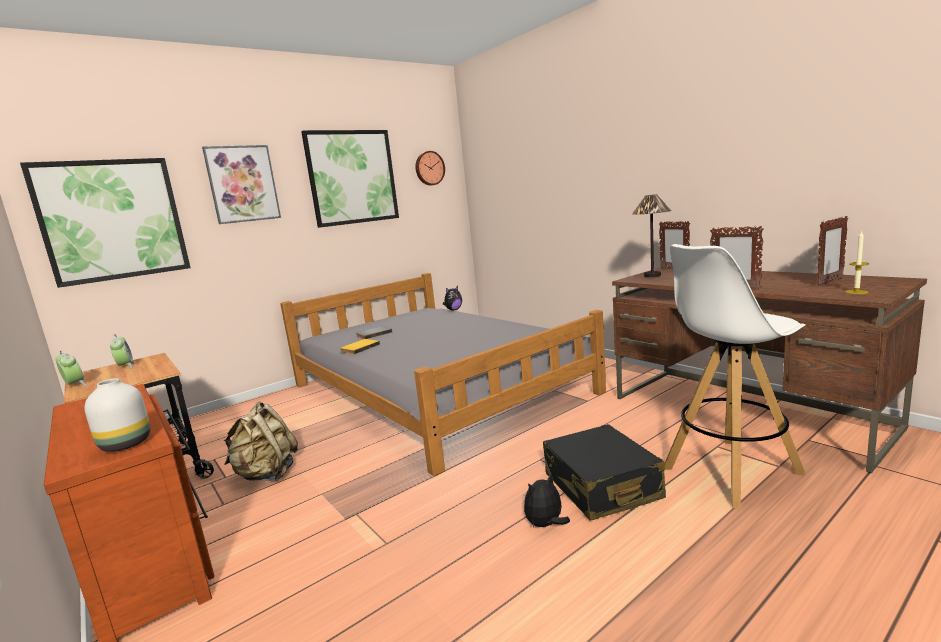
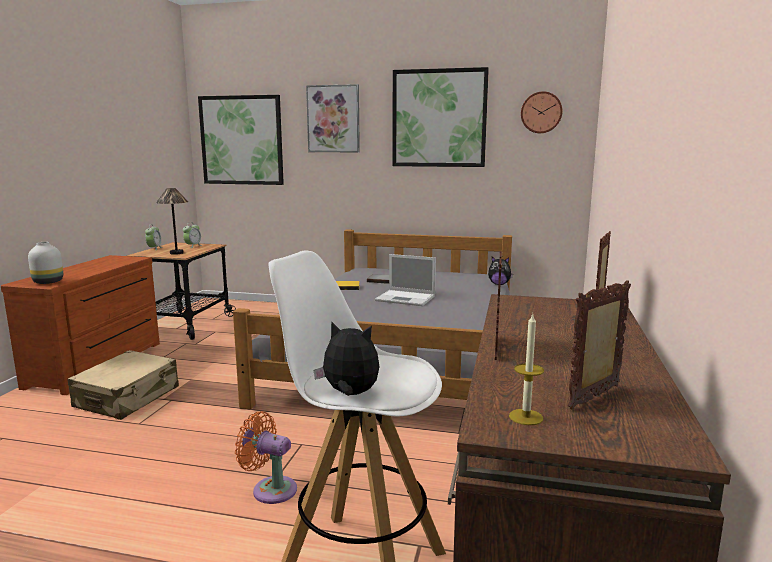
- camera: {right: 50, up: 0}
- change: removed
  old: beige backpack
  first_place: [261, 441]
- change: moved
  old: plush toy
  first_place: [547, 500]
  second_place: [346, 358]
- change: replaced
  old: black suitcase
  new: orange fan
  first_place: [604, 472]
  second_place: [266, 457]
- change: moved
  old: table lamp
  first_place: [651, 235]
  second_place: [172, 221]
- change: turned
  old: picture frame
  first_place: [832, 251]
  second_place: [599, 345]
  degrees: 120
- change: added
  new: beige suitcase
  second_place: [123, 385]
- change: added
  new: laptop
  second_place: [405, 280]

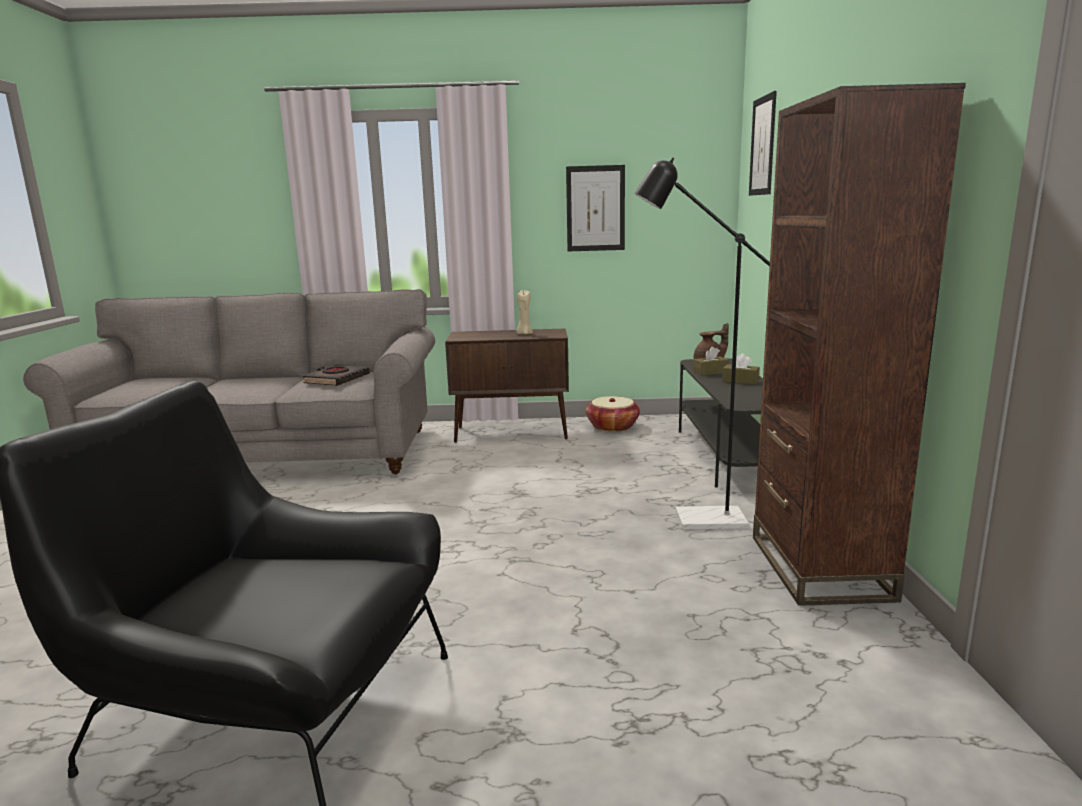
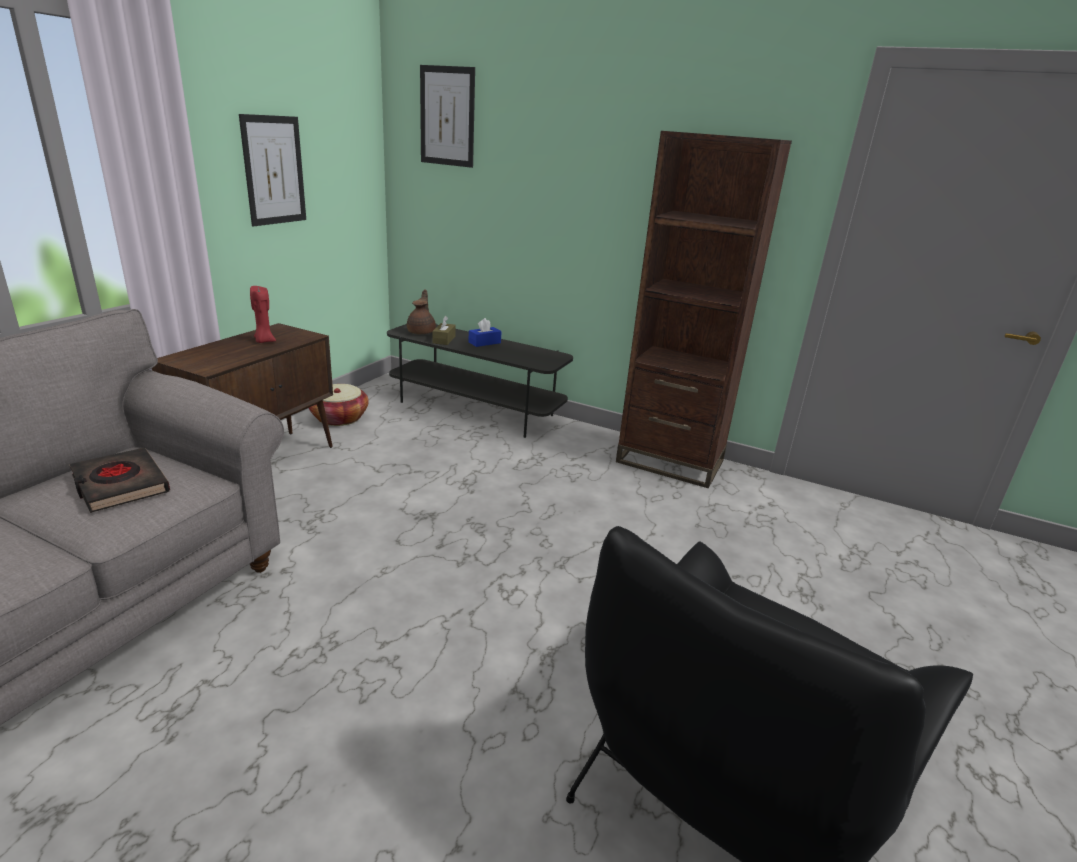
- camera: {right: -65, up: 10}
- change: recoloured
  old: beige candle
  new: red candle
  first_place: [524, 312]
  second_place: [263, 314]
- change: removed
  old: black floor lamp
  first_place: [702, 343]
- change: recoloured
  old: brown tissue box
  new: blue tissue box
  first_place: [741, 369]
  second_place: [485, 332]

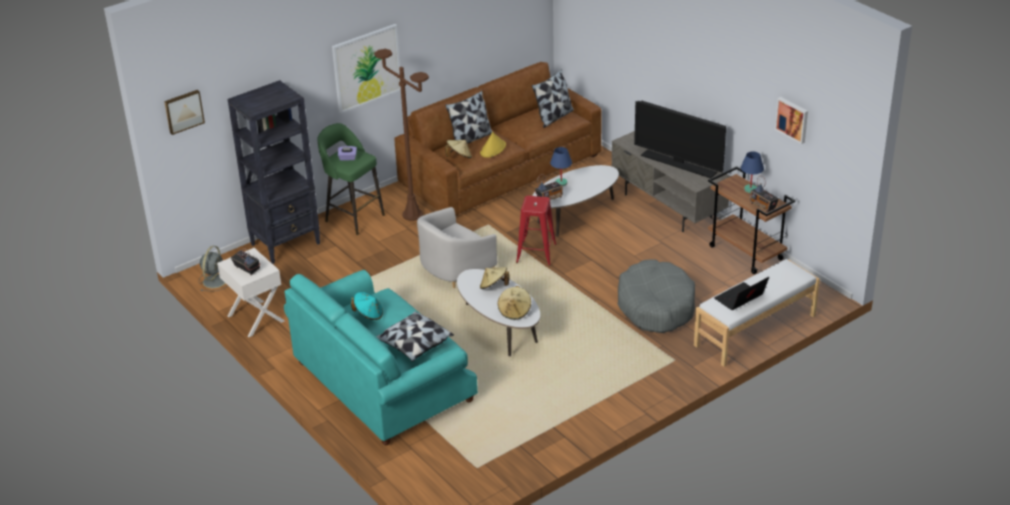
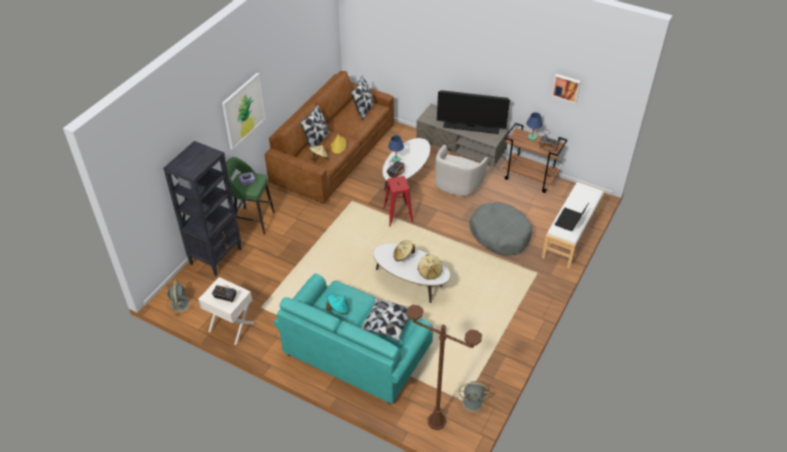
- camera: {right: -25, up: 10}
- change: removed
  old: picture
  first_place: [184, 112]
- change: moved
  old: brown floor lamp
  first_place: [401, 135]
  second_place: [444, 367]
- change: moved
  old: white armchair
  first_place: [457, 247]
  second_place: [461, 172]
- change: added
  new: grey fan
  second_place: [473, 398]

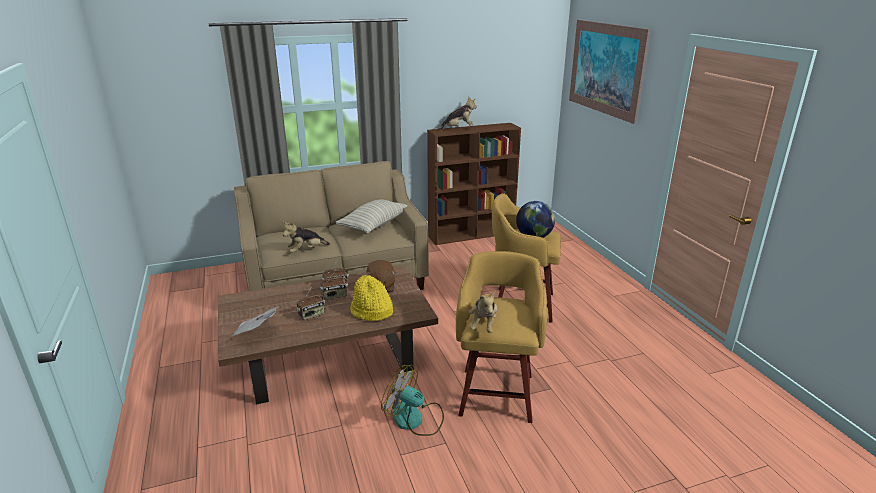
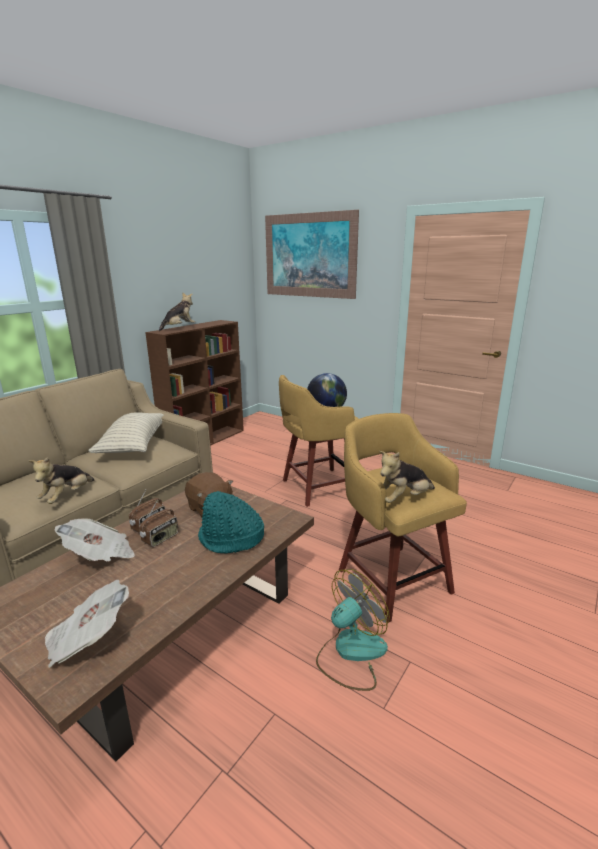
- camera: {right: -35, up: -5}
- change: removed
  old: radio
  first_place: [310, 303]
- change: recoloured
  old: yellow hat
  new: turquoise hat
  first_place: [371, 298]
  second_place: [231, 522]
- change: turned
  old: fan
  first_place: [412, 400]
  second_place: [353, 630]
  degrees: 150
- change: turned
  old: plush toy
  first_place: [482, 312]
  second_place: [407, 477]
  degrees: 90
- change: added
  new: newspaper
  second_place: [95, 540]

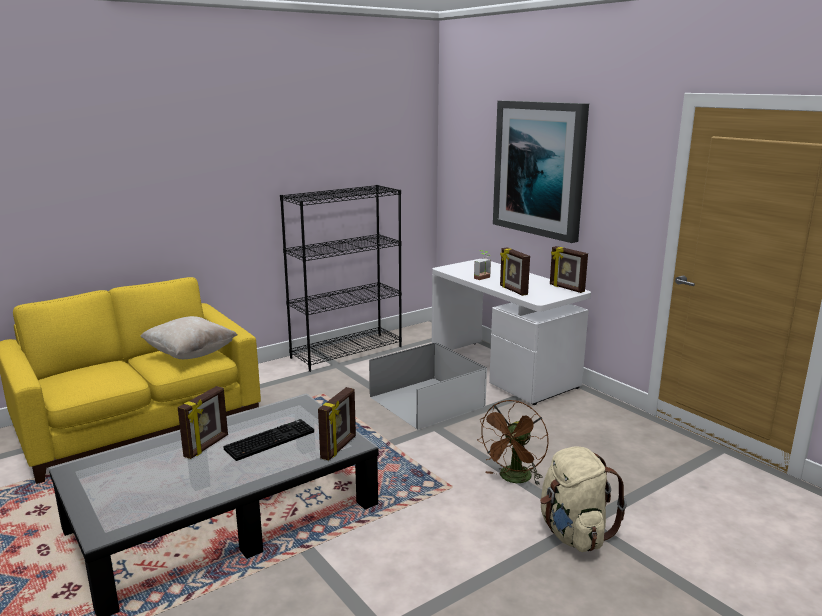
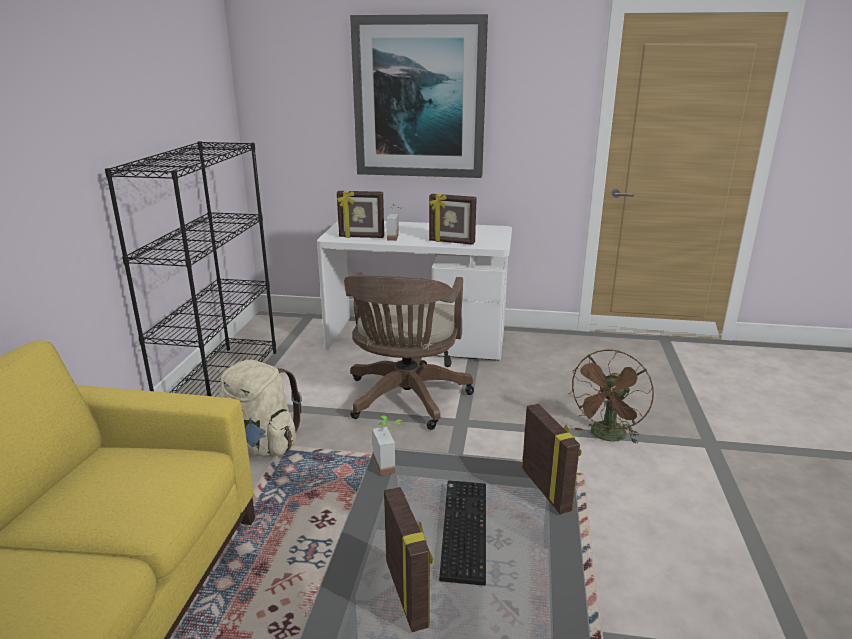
- camera: {right: -45, up: 5}
- change: removed
  old: beige pillow
  first_place: [188, 337]
- change: replaced
  old: white storage box
  new: brown office chair
  first_place: [428, 386]
  second_place: [409, 350]
- change: turned
  old: brown fan
  first_place: [513, 442]
  second_place: [611, 396]
  degrees: 45
- change: moved
  old: beige backpack
  first_place: [583, 499]
  second_place: [260, 408]
- change: moved
  old: picture frame
  first_place: [569, 269]
  second_place: [360, 214]
- change: added
  new: potted plant
  second_place: [387, 446]

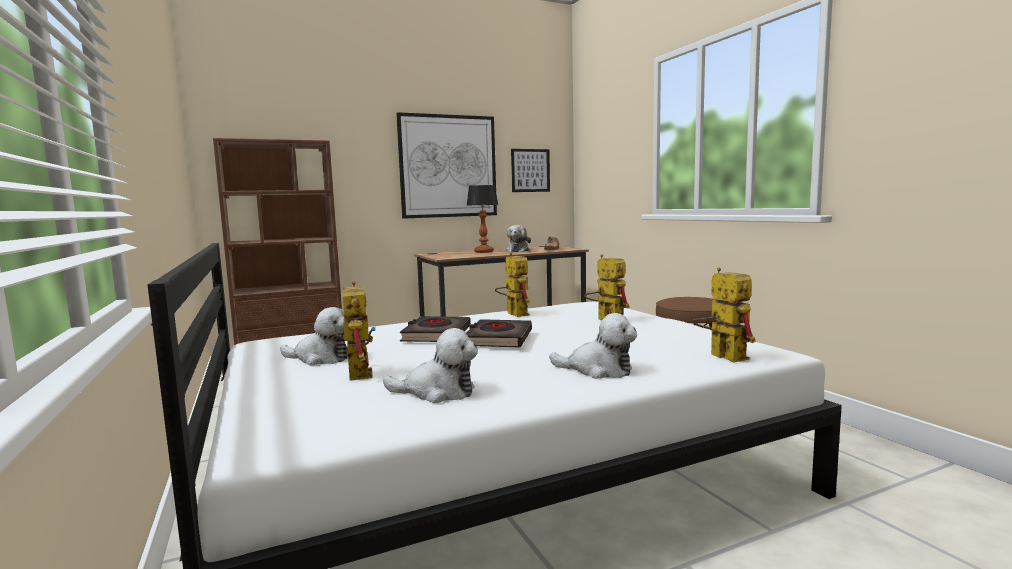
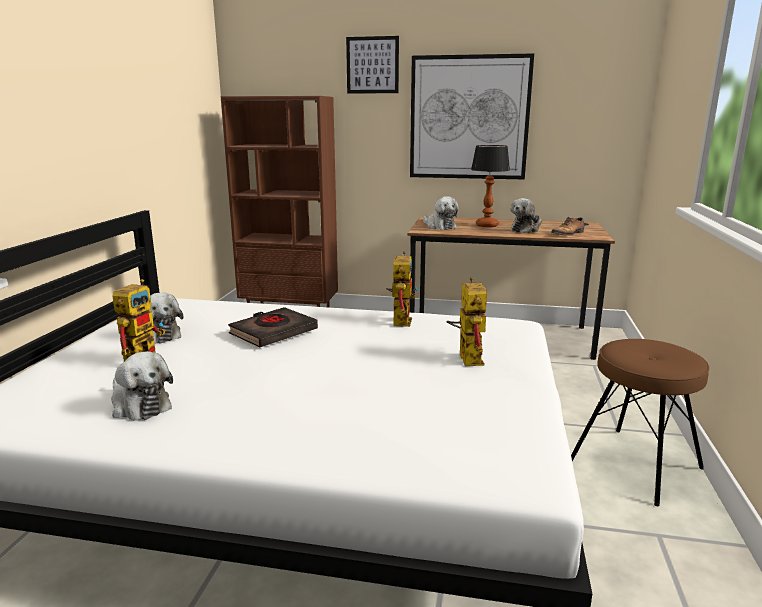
- camera: {right: 35, up: 10}
- change: removed
  old: black book
  first_place: [499, 333]
- change: moved
  old: picture
  first_place: [530, 170]
  second_place: [372, 65]
- change: moved
  old: plush toy
  first_place: [593, 346]
  second_place: [441, 213]
- change: removed
  old: toy robot
  first_place: [724, 314]

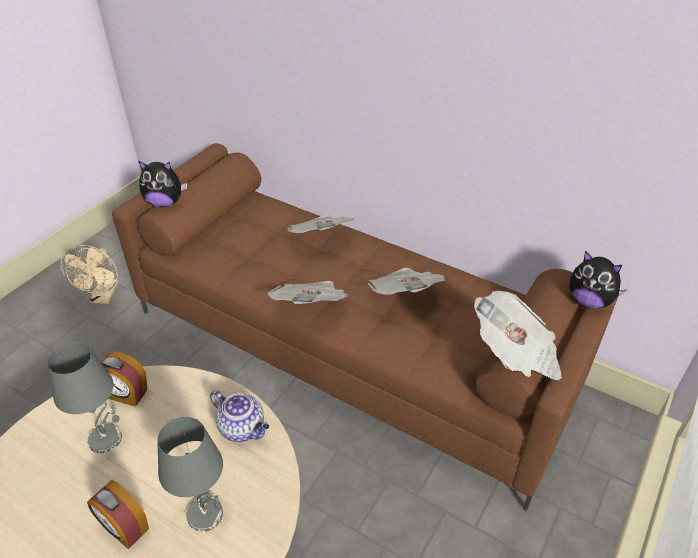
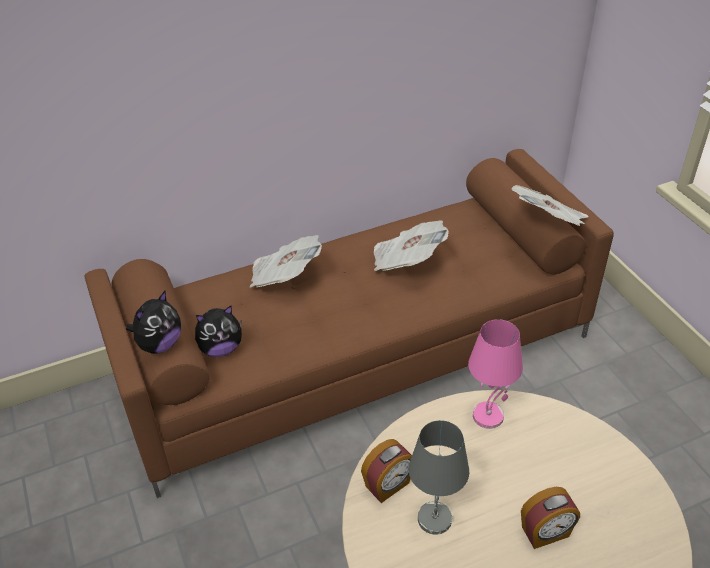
- camera: {right: -55, up: 0}
- change: removed
  old: beige fan
  first_place: [90, 274]
- change: removed
  old: grey table lamp
  first_place: [190, 474]
- change: replaced
  old: teapot
  new: pink table lamp
  first_place: [239, 416]
  second_place: [495, 374]
- change: removed
  old: newspaper
  first_place: [308, 292]
- change: moved
  old: plush toy
  first_place: [598, 280]
  second_place: [218, 331]

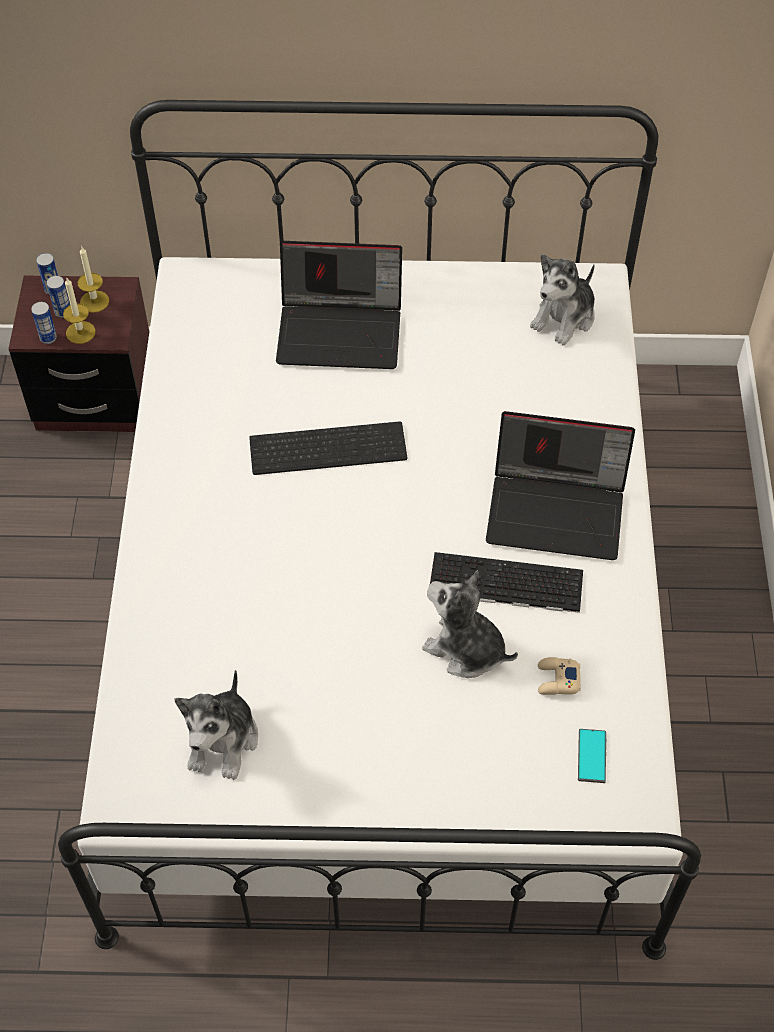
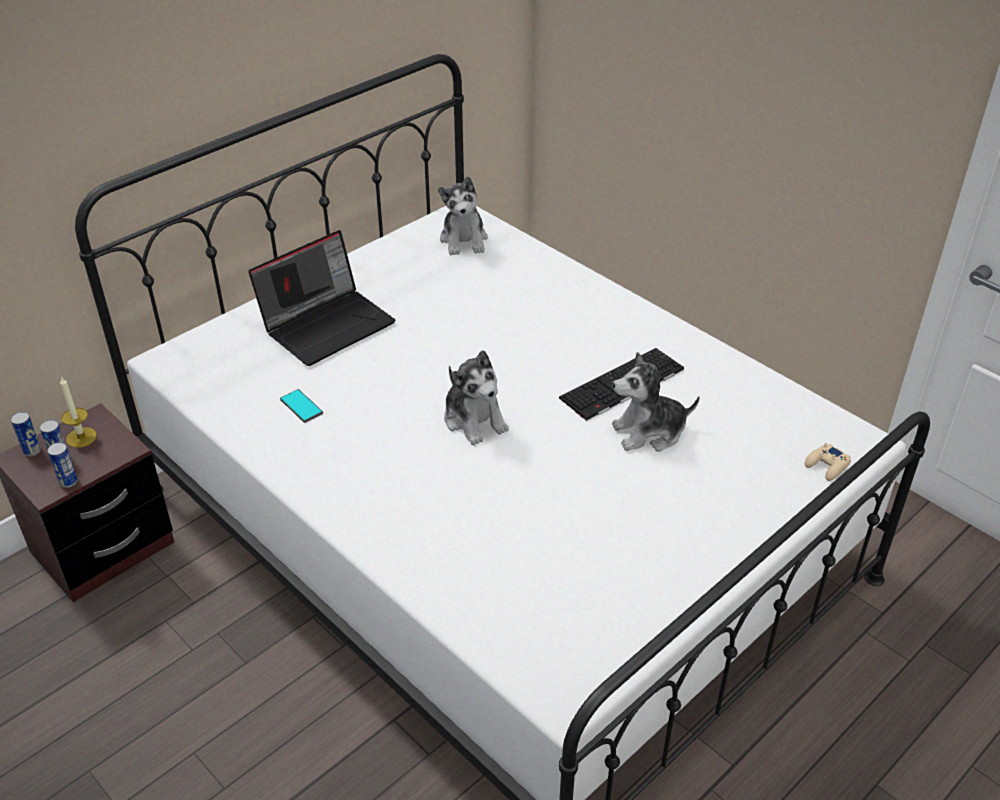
- camera: {right: -45, up: -15}
- change: removed
  old: candle
  first_place: [79, 311]
- change: moved
  old: plush toy
  first_place: [216, 725]
  second_place: [476, 397]
- change: removed
  old: keyboard
  first_place: [328, 448]
- change: removed
  old: laptop
  first_place: [560, 485]
- change: moved
  old: beige game controller
  first_place: [559, 676]
  second_place: [828, 462]
- change: moved
  old: phone
  first_place: [592, 756]
  second_place: [301, 406]

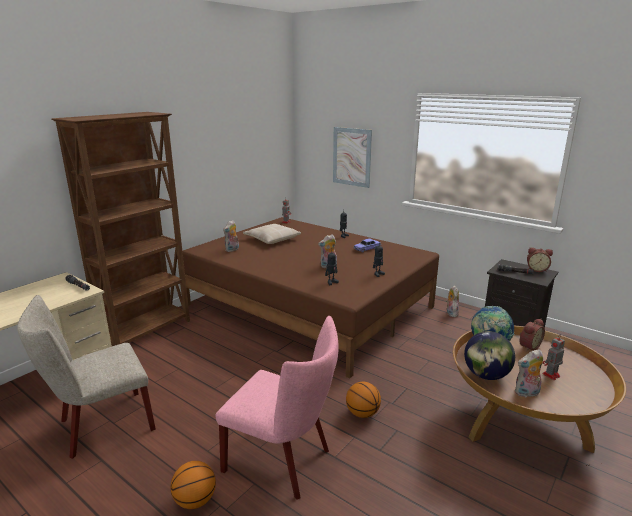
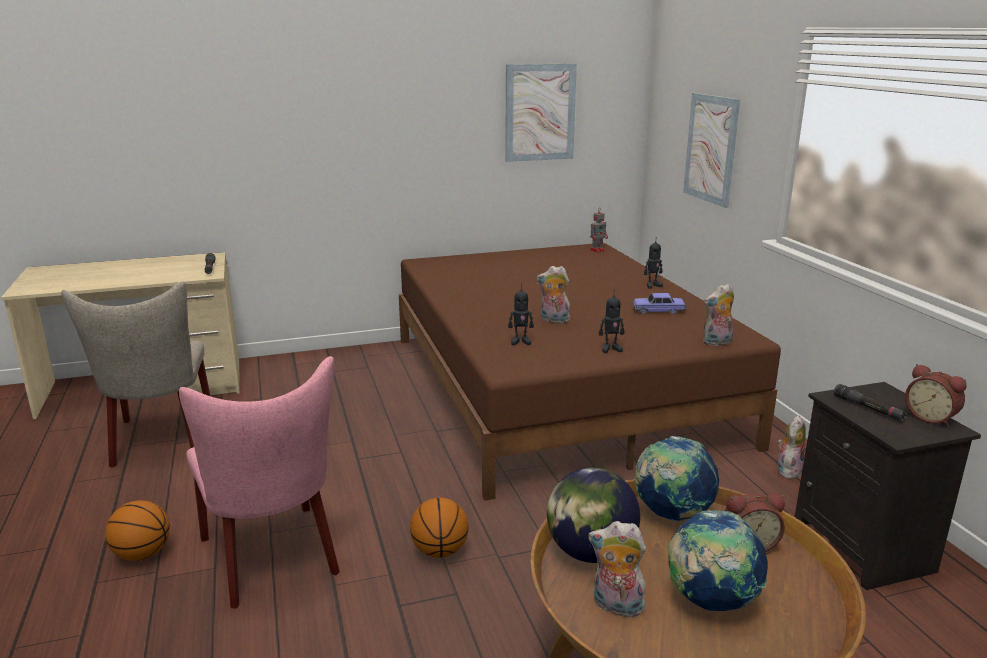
- camera: {right: 35, up: 0}
- change: turned
  old: beige chair
  first_place: [86, 377]
  second_place: [135, 374]
  degrees: -105
- change: removed
  old: brown bookcase
  first_place: [120, 229]
- change: moved
  old: plush toy
  first_place: [231, 236]
  second_place: [718, 315]
- change: removed
  old: beige pillow
  first_place: [272, 234]
- change: replaced
  old: toy robot
  new: globe
  first_place: [553, 357]
  second_place: [718, 560]
- change: added
  new: picture
  second_place: [541, 112]

